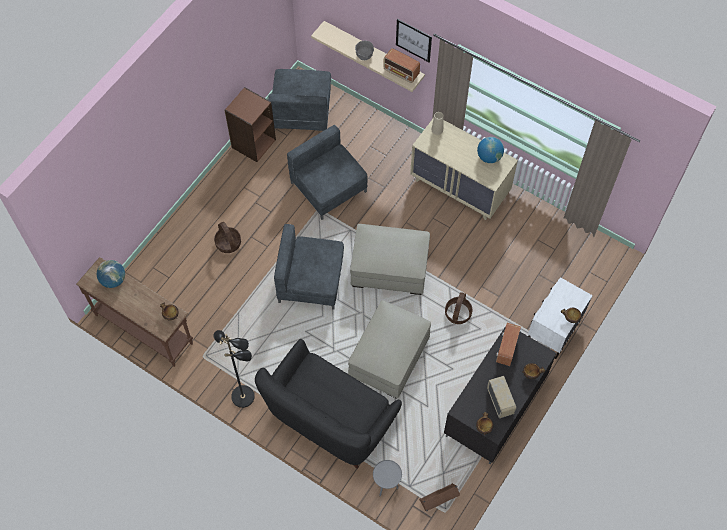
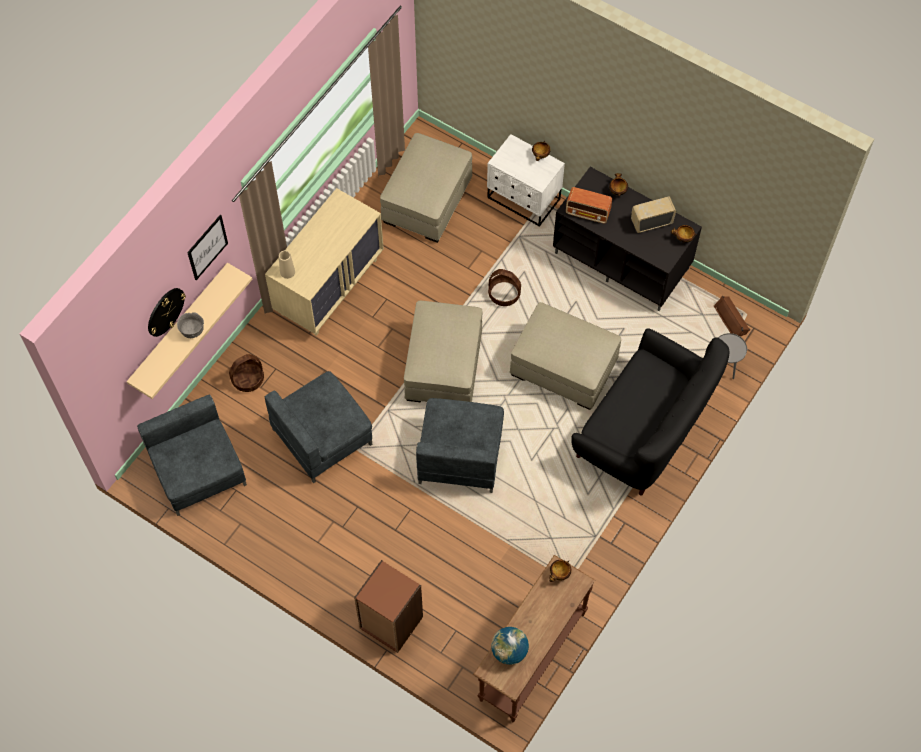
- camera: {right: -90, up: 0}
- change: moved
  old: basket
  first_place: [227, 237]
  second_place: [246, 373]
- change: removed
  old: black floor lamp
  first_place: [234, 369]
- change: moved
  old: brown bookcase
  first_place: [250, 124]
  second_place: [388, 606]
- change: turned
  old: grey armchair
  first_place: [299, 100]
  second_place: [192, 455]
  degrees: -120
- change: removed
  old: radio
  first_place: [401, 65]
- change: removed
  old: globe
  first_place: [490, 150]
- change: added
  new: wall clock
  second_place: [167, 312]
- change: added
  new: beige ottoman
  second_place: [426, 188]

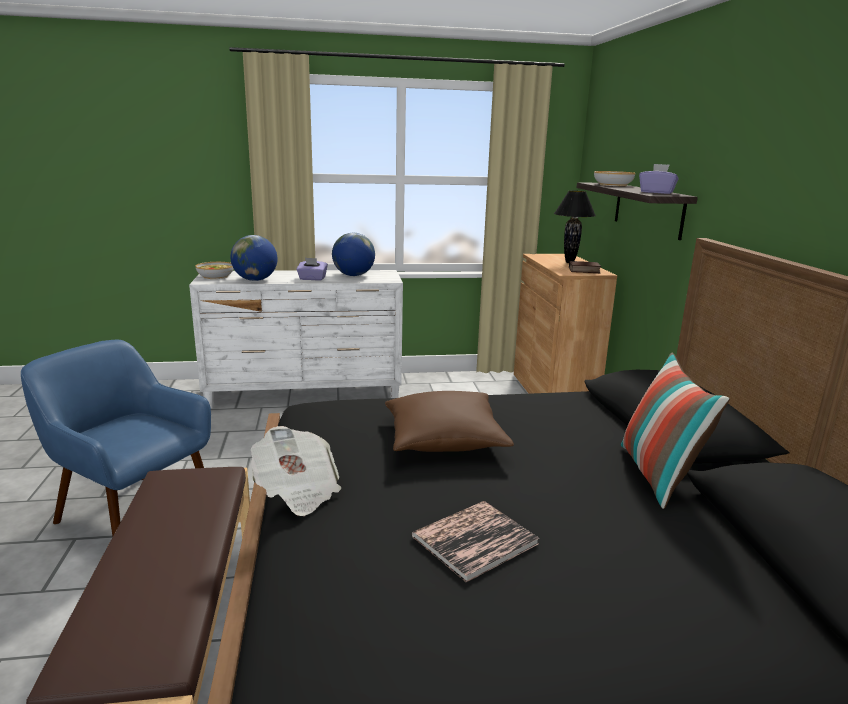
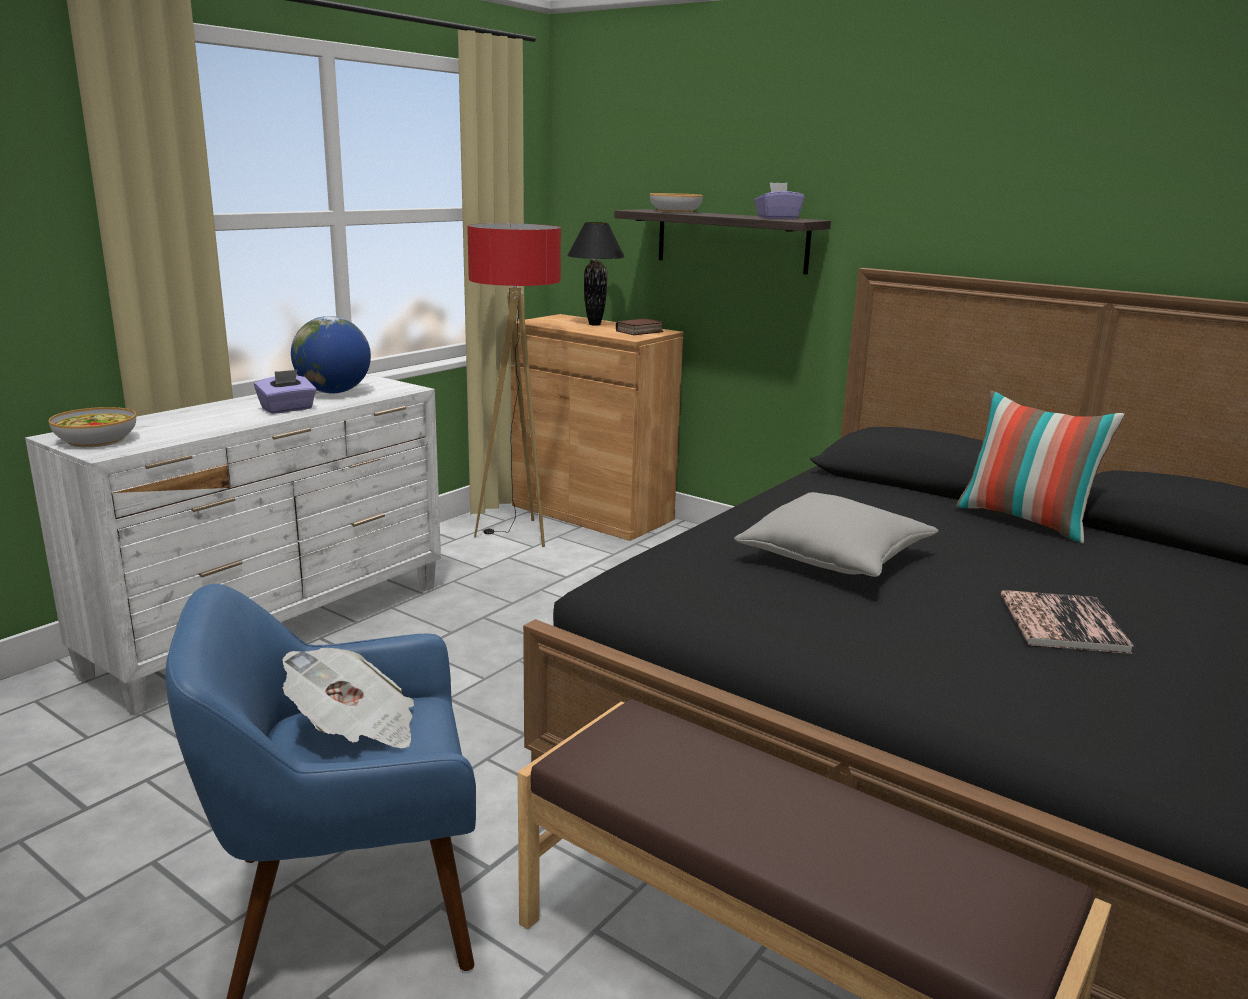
- camera: {right: -45, up: 0}
- change: removed
  old: globe
  first_place: [253, 258]
- change: moved
  old: newspaper
  first_place: [296, 471]
  second_place: [348, 698]
- change: recoloured
  old: brown pillow
  new: grey pillow
  first_place: [449, 421]
  second_place: [836, 534]
- change: added
  new: floor lamp
  second_place: [514, 385]

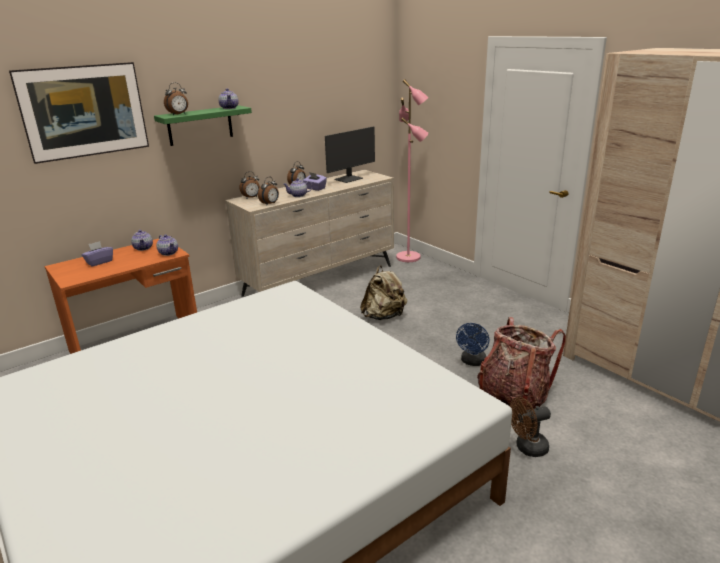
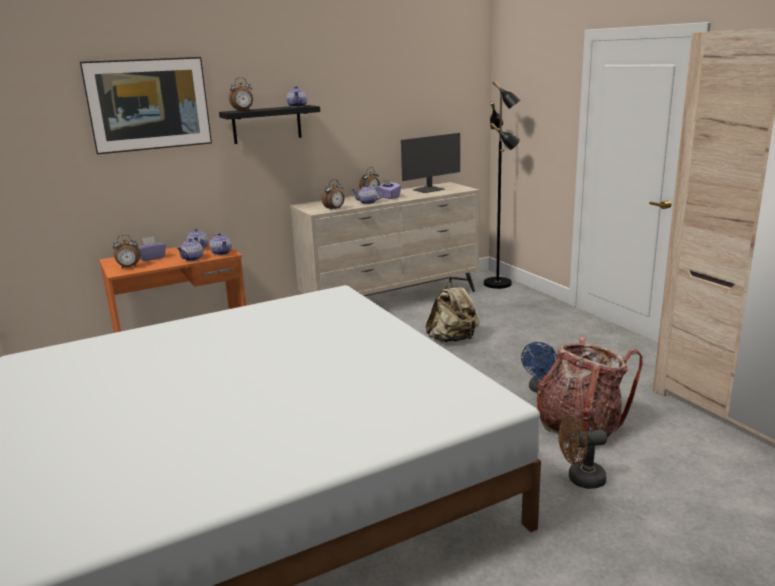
- camera: {right: 10, up: -5}
- change: recoloured
  old: green shelf
  new: black shelf
  first_place: [203, 125]
  second_place: [269, 124]
- change: moved
  old: alarm clock
  first_place: [250, 185]
  second_place: [127, 251]
- change: recoloured
  old: pink floor lamp
  new: black floor lamp
  first_place: [412, 170]
  second_place: [502, 185]
- change: added
  new: teapot
  second_place: [191, 249]

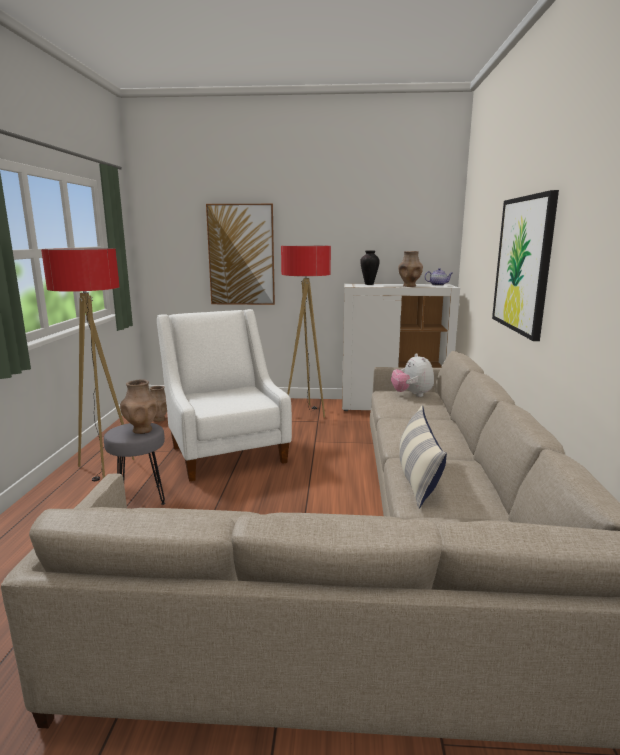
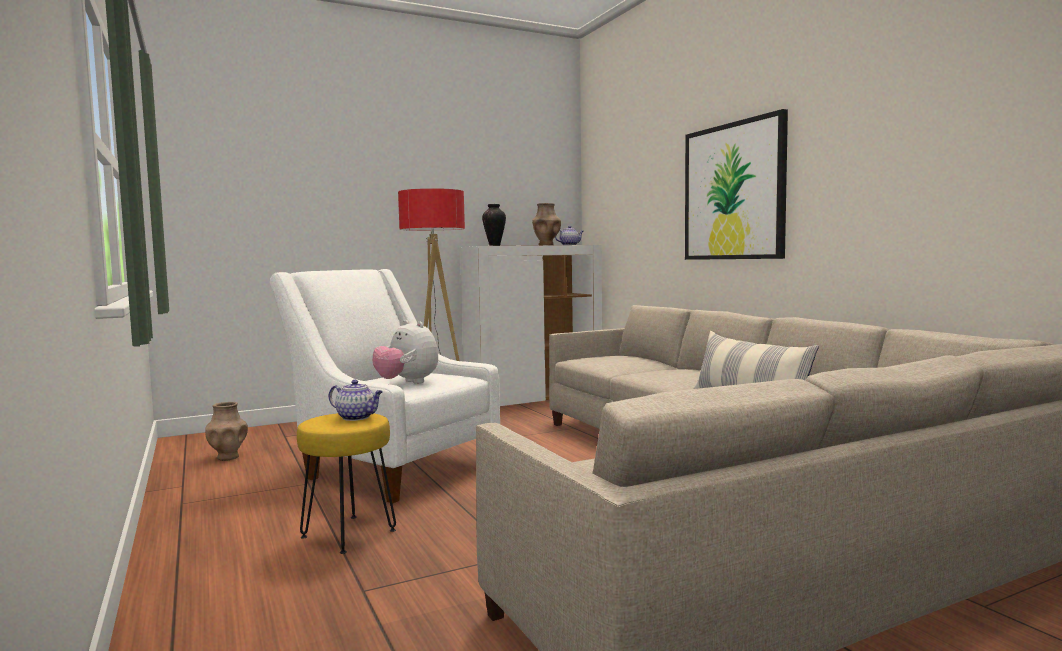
- camera: {right: -30, up: -10}
- change: removed
  old: floor lamp
  first_place: [88, 364]
- change: recoloured
  old: grey stool
  new: yellow stool
  first_place: [134, 464]
  second_place: [346, 483]
- change: replaced
  old: brown vase
  new: teapot
  first_place: [139, 406]
  second_place: [356, 400]
- change: removed
  old: picture
  first_place: [240, 254]
- change: moved
  old: plush toy
  first_place: [412, 375]
  second_place: [405, 352]

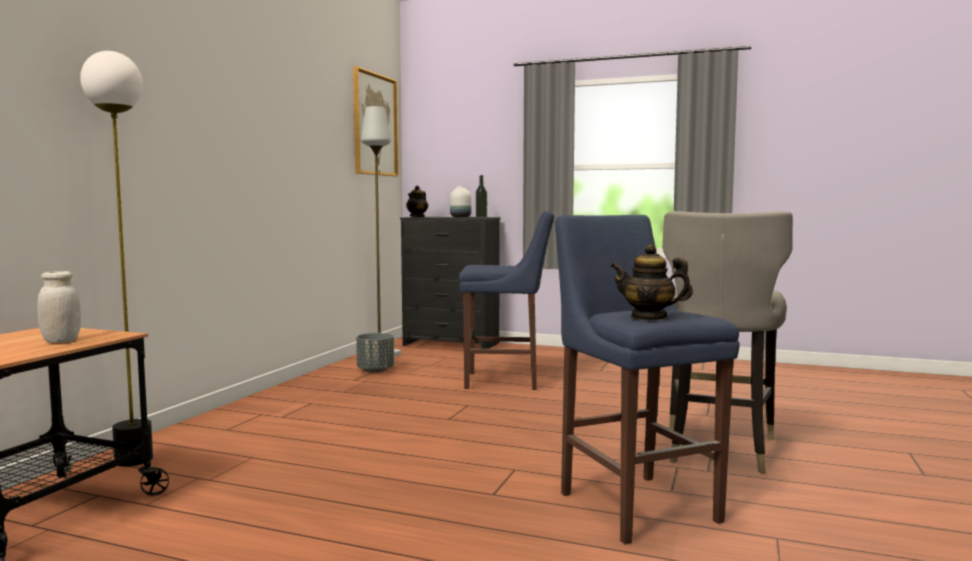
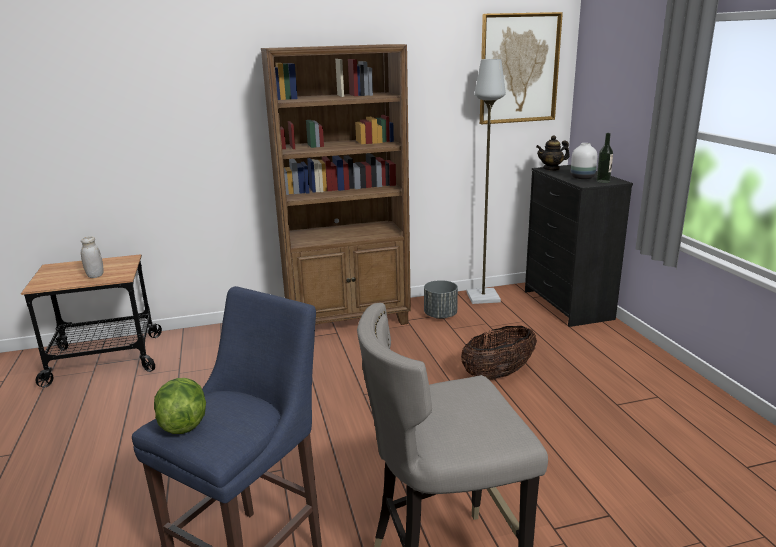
- camera: {right: 55, up: 15}
- change: removed
  old: floor lamp
  first_place: [116, 259]
- change: replaced
  old: blue stool
  new: basket
  first_place: [506, 300]
  second_place: [499, 353]
- change: replaced
  old: teapot
  new: lettuce
  first_place: [651, 282]
  second_place: [180, 406]
- change: added
  new: brown bookcase
  second_place: [336, 184]

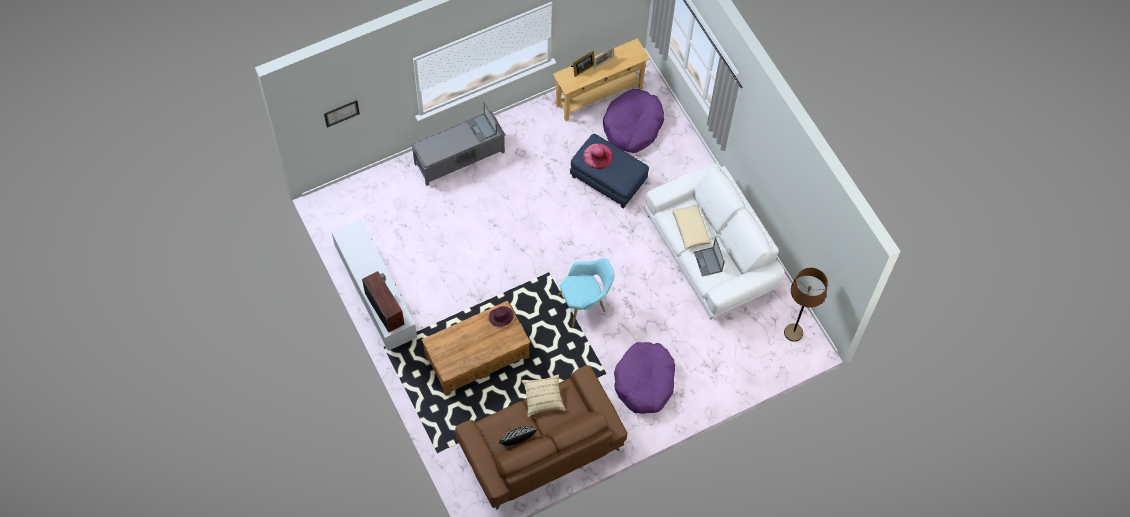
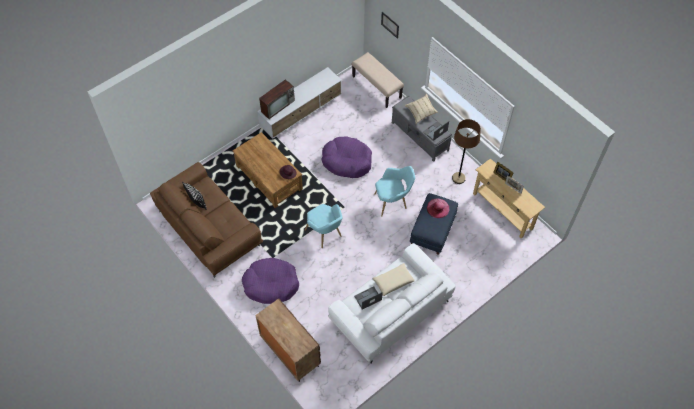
- camera: {right: 80, up: -5}
- change: moved
  old: beige pillow
  first_place: [543, 395]
  second_place: [421, 109]
- change: moved
  old: purple dog bed
  first_place: [633, 121]
  second_place: [346, 157]
- change: moved
  old: brown floor lamp
  first_place: [806, 305]
  second_place: [466, 151]
- change: added
  new: brown cabinet
  second_place: [288, 340]
- change: added
  new: beige bench
  second_place: [378, 80]
- change: added
  new: turquoise armchair
  second_place: [394, 191]

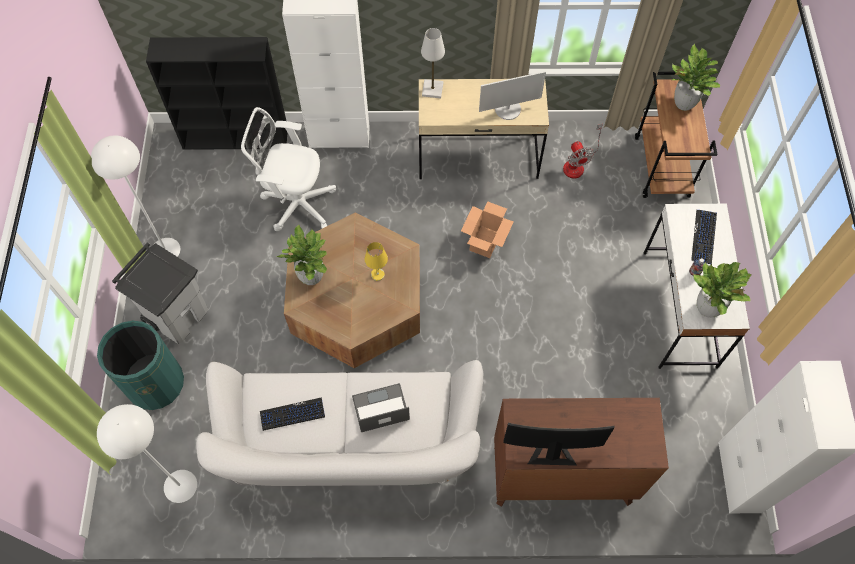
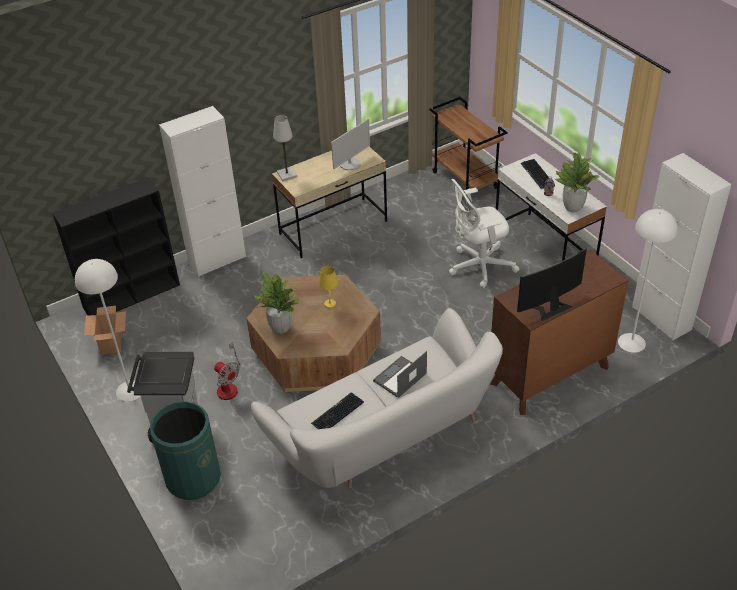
- camera: {right: -30, up: -20}
- change: moved
  old: white floor lamp
  first_place: [147, 453]
  second_place: [648, 281]
- change: moved
  old: white office chair
  first_place: [288, 169]
  second_place: [484, 233]
- change: moved
  old: cardboard box
  first_place: [487, 229]
  second_place: [105, 330]
- change: moved
  old: fan
  first_place: [583, 151]
  second_place: [227, 371]
- change: removed
  old: potted plant
  first_place: [695, 77]

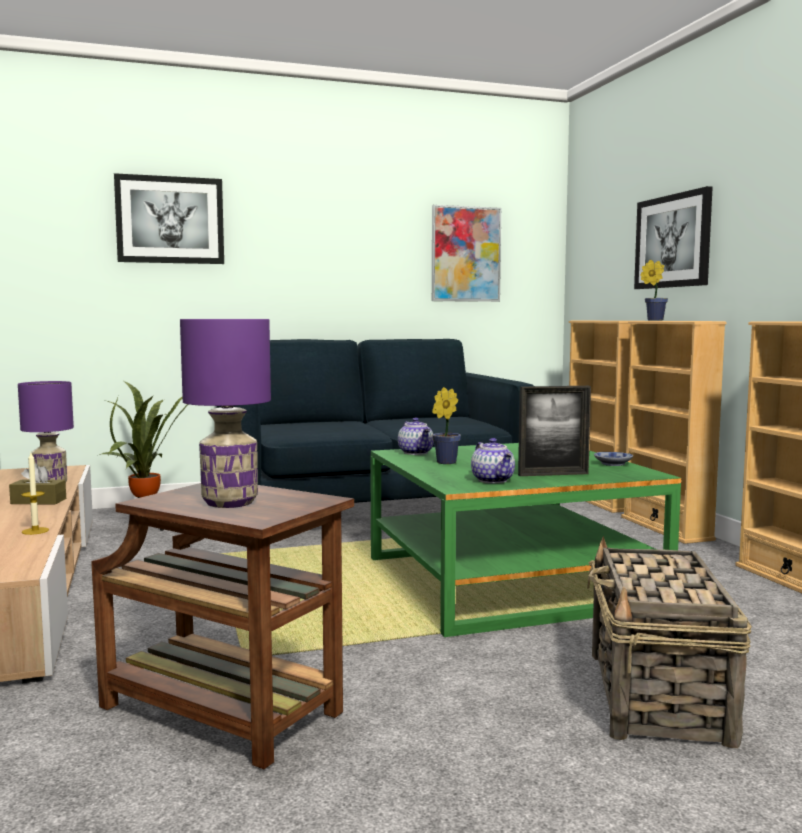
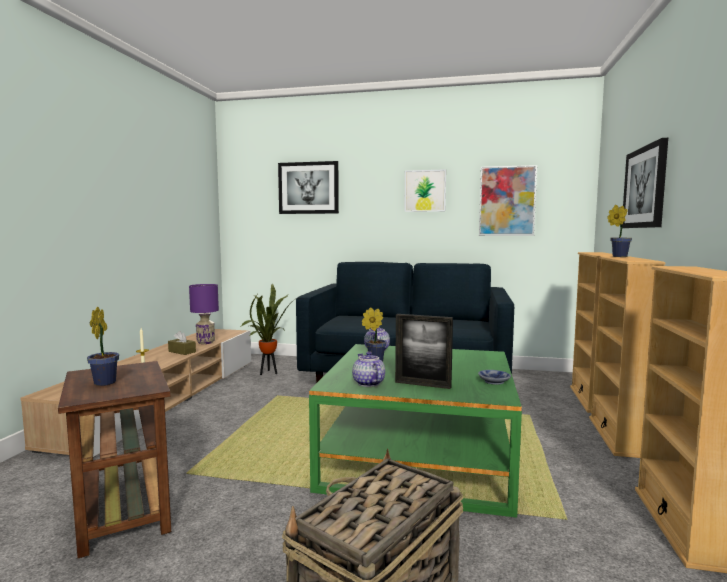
- camera: {right: 30, up: 0}
- change: replaced
  old: purple table lamp
  new: potted plant
  first_place: [225, 413]
  second_place: [103, 346]
- change: turned
  old: teapot
  first_place: [493, 461]
  second_place: [368, 369]
  degrees: 150
- change: added
  new: picture
  second_place: [425, 190]

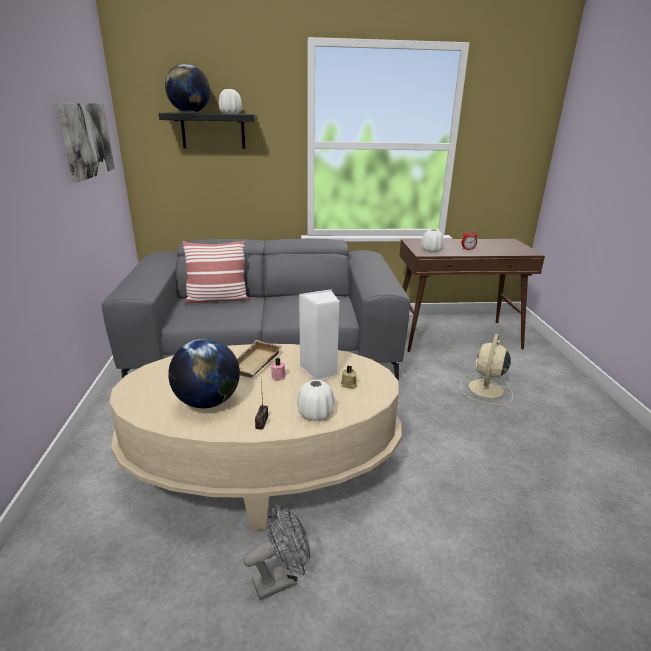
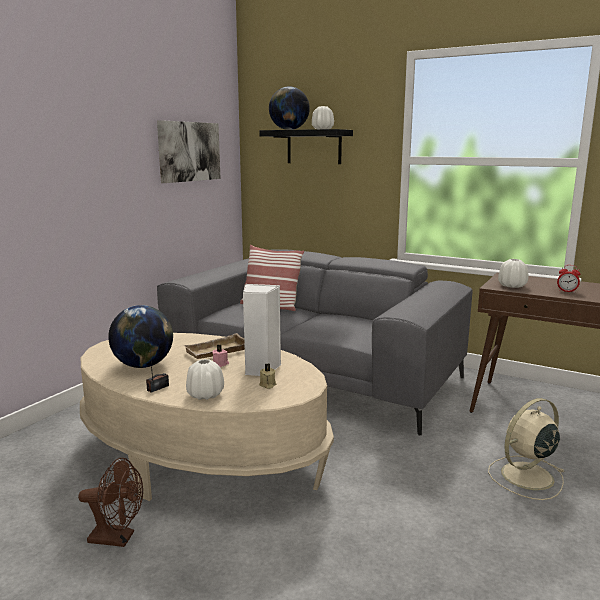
- camera: {right: 35, up: -10}
- change: recoloured
  old: grey fan
  new: brown fan
  first_place: [276, 552]
  second_place: [110, 502]

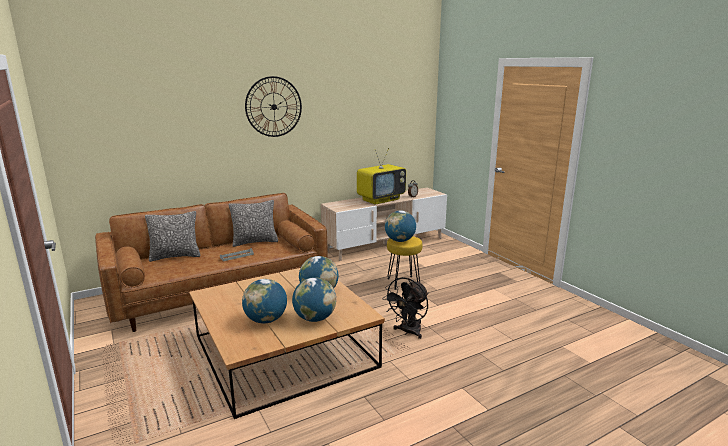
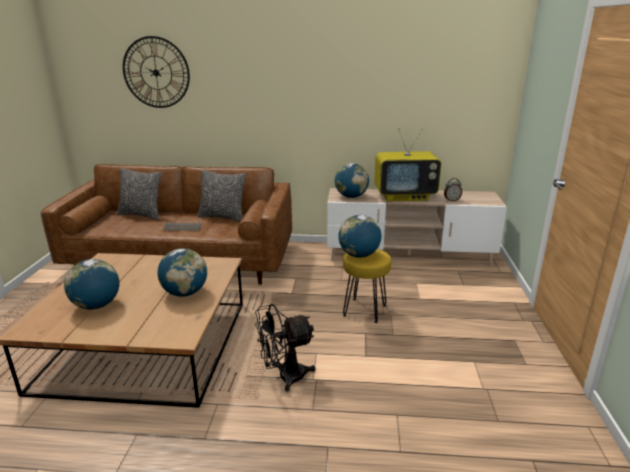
- camera: {right: 35, up: 5}
- change: moved
  old: wall clock
  first_place: [273, 106]
  second_place: [156, 72]
- change: moved
  old: globe
  first_place: [314, 299]
  second_place: [352, 180]

